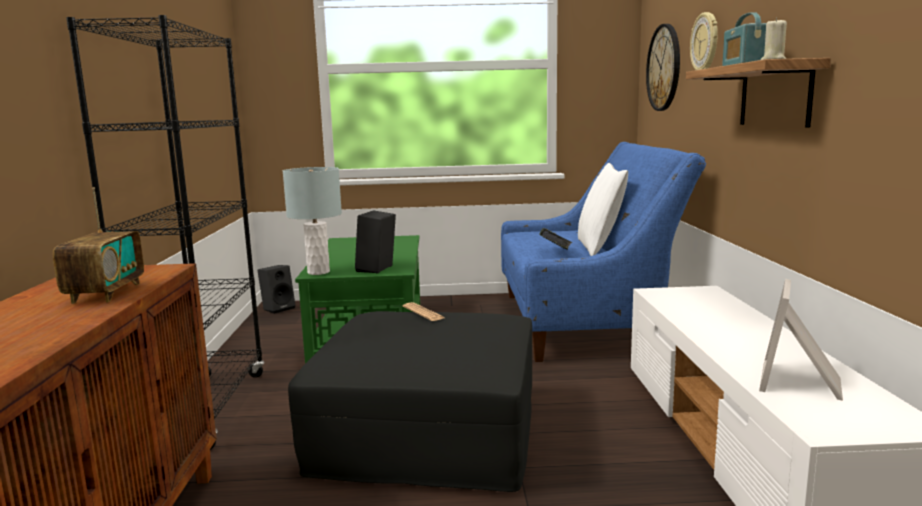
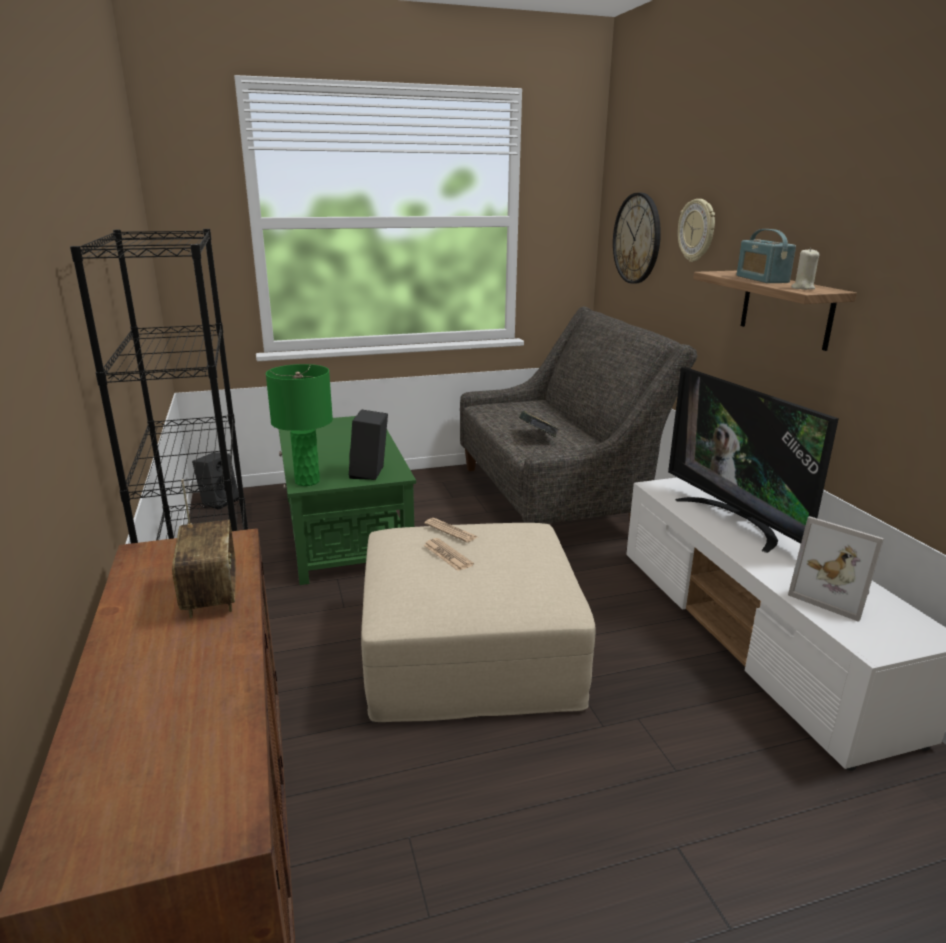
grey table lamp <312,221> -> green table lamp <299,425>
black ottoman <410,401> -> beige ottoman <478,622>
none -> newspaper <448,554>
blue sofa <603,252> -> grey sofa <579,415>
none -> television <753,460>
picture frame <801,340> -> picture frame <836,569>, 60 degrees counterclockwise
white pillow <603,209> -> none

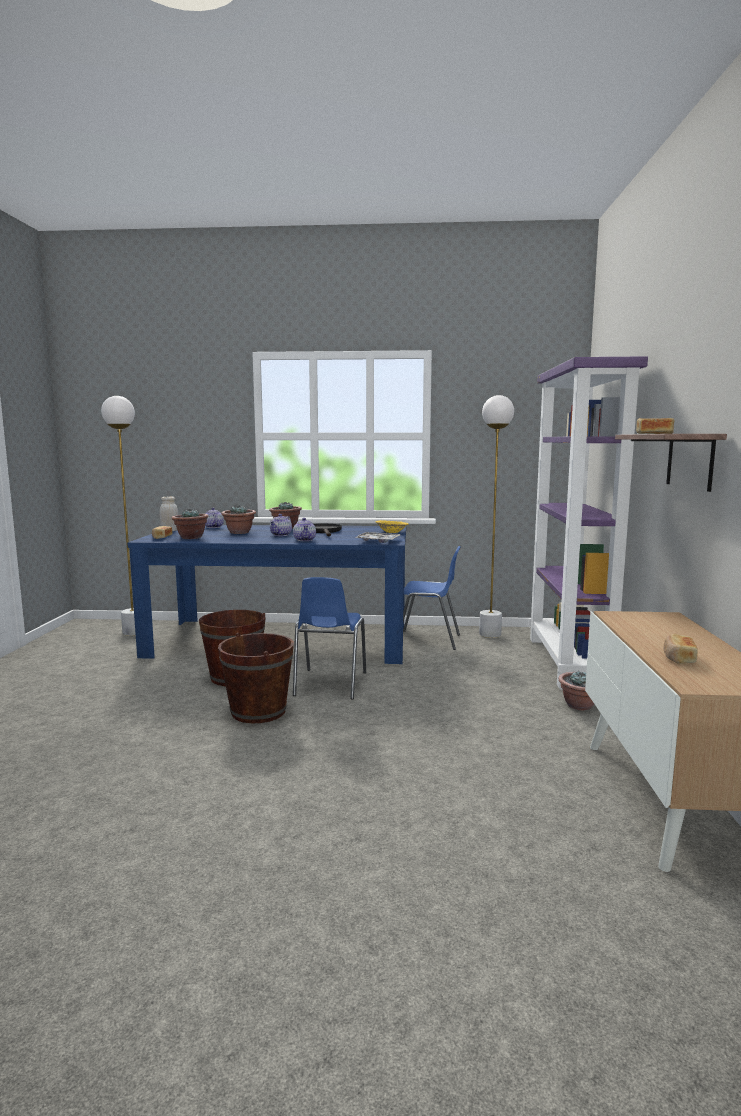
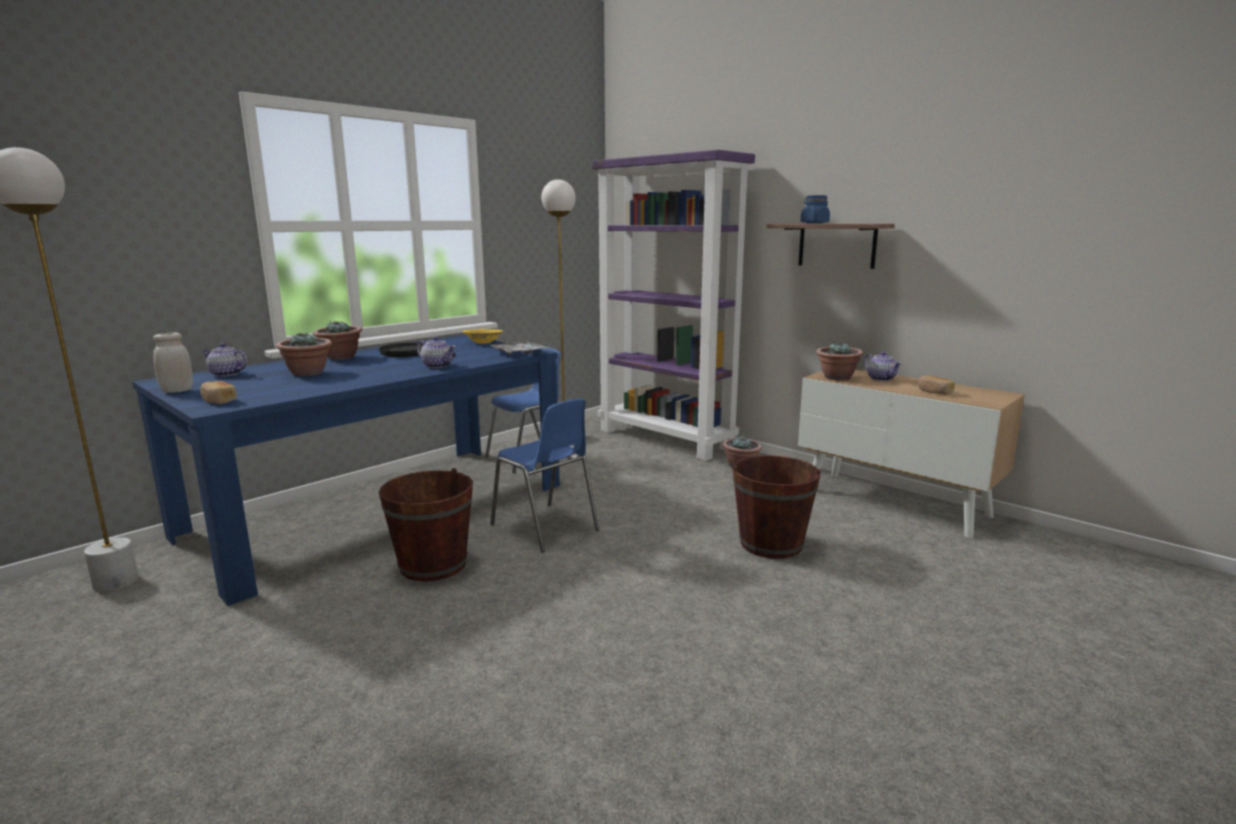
brown bucket <256,678> -> brown bucket <777,507>, shifted
bread <655,426> -> blue jar <815,209>
potted plant <190,524> -> potted plant <839,361>, shifted
teapot <281,525> -> teapot <883,366>, shifted

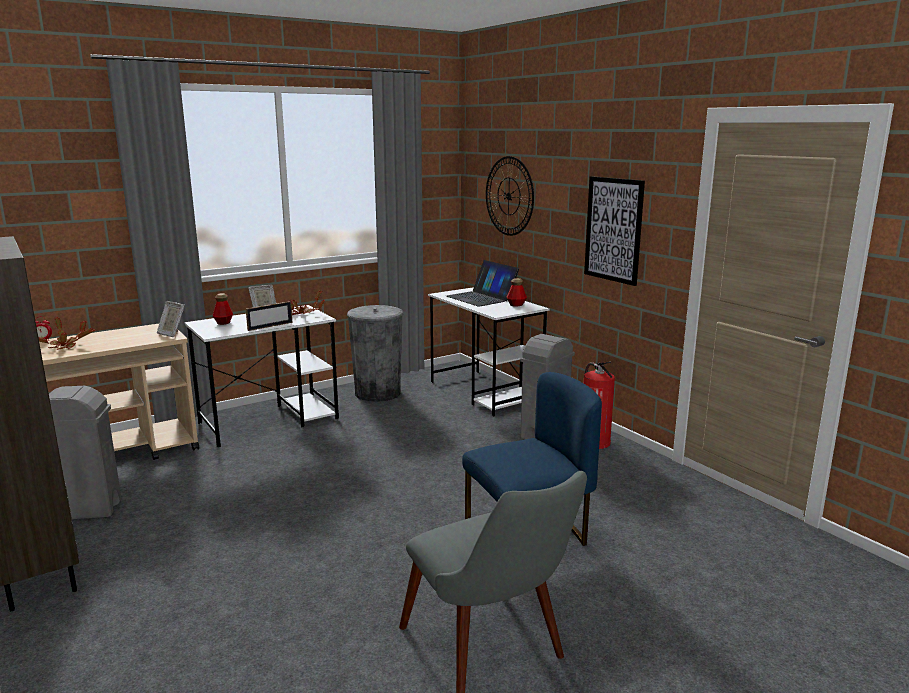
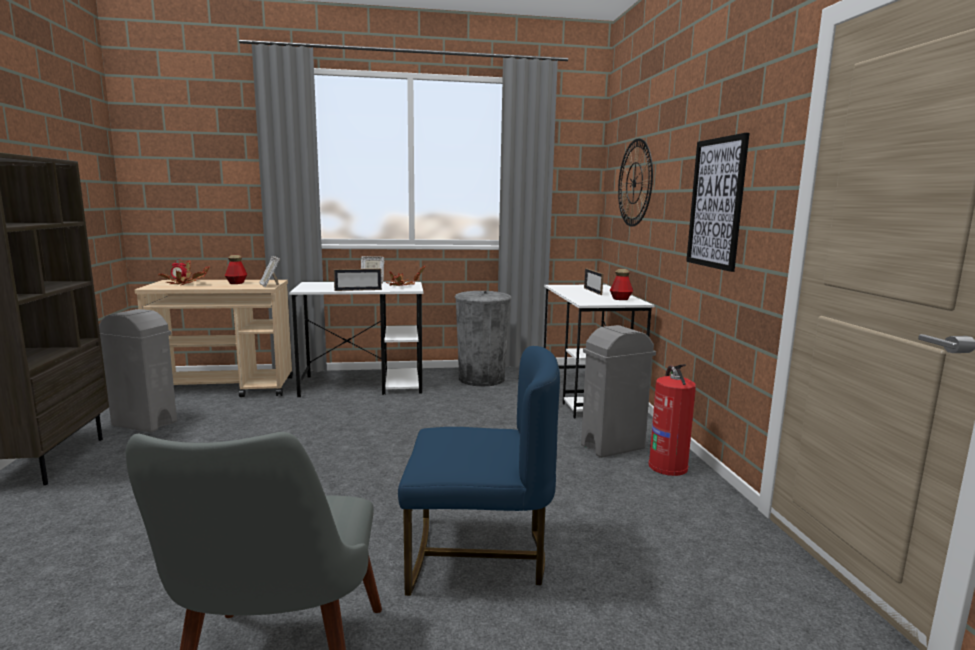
bottle <223,309> -> bottle <236,269>, shifted
laptop <482,283> -> picture frame <593,281>

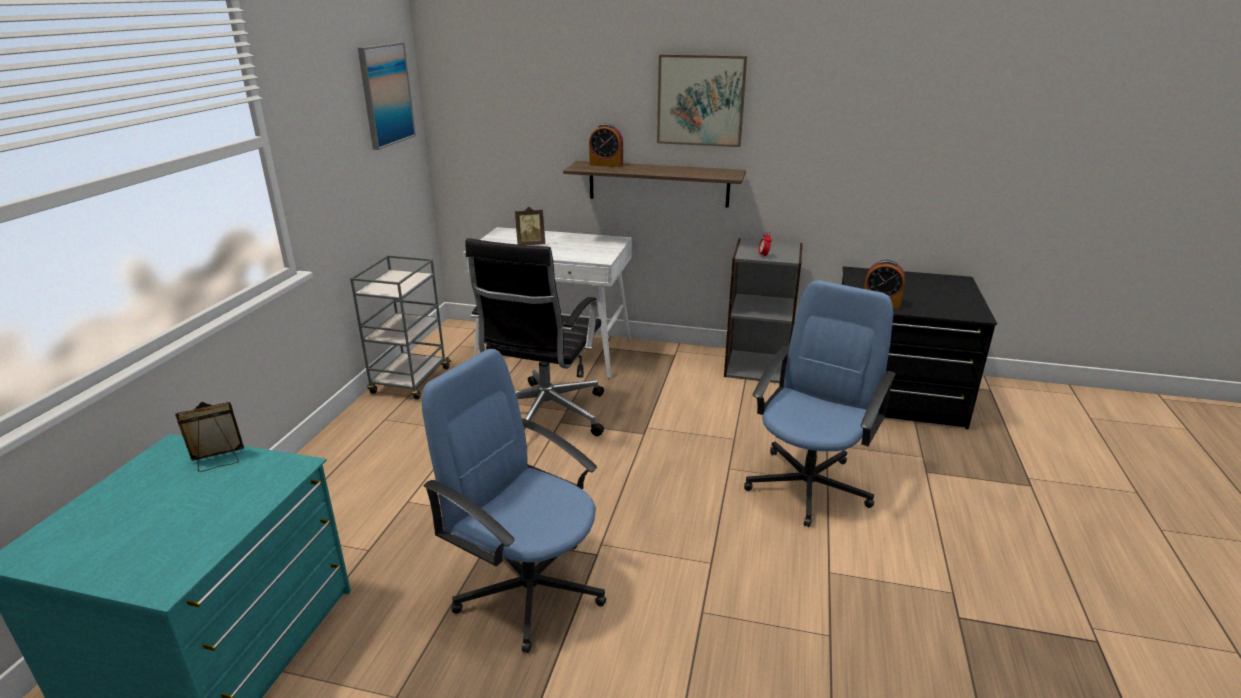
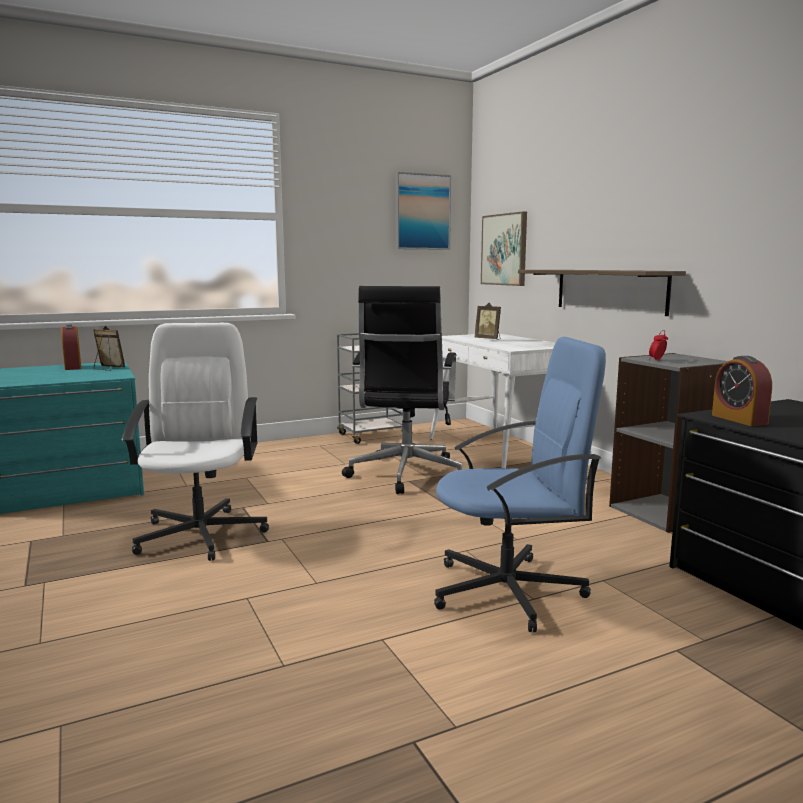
alarm clock <606,145> -> alarm clock <71,347>, shifted
blue office chair <514,501> -> white office chair <195,442>
black office chair <534,337> -> black office chair <402,390>, 60 degrees counterclockwise
picture <702,100> -> picture <504,248>, shifted

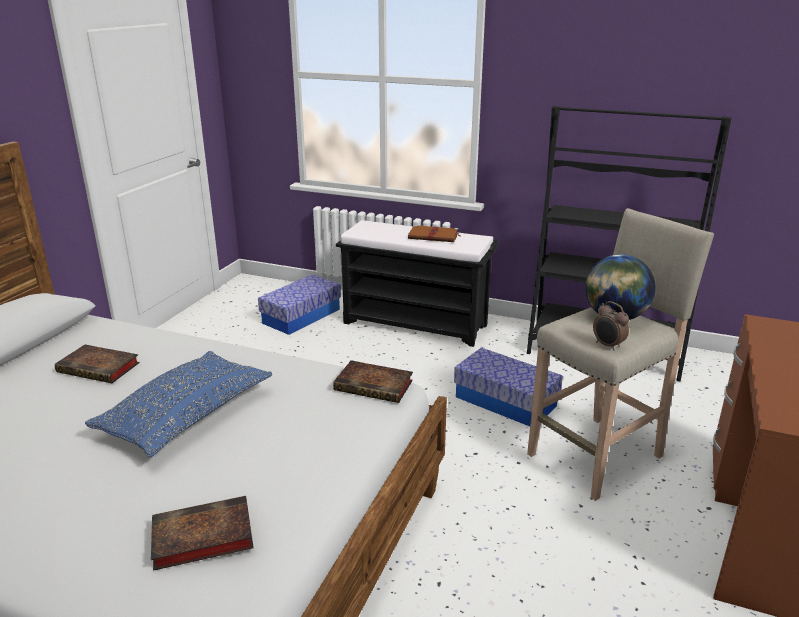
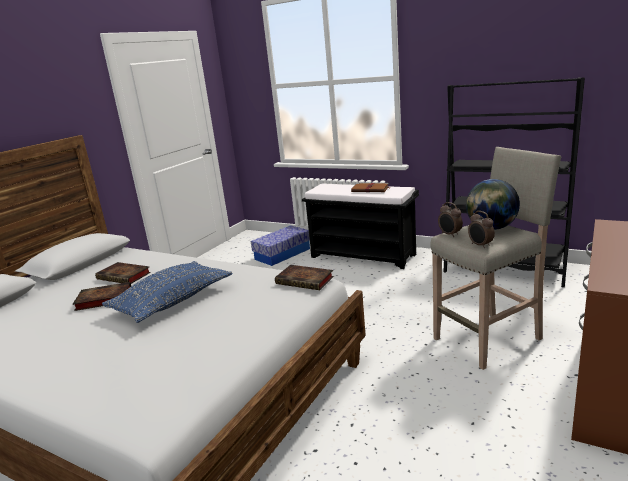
book <202,533> -> book <101,296>, shifted
none -> alarm clock <450,219>
storage box <508,387> -> none

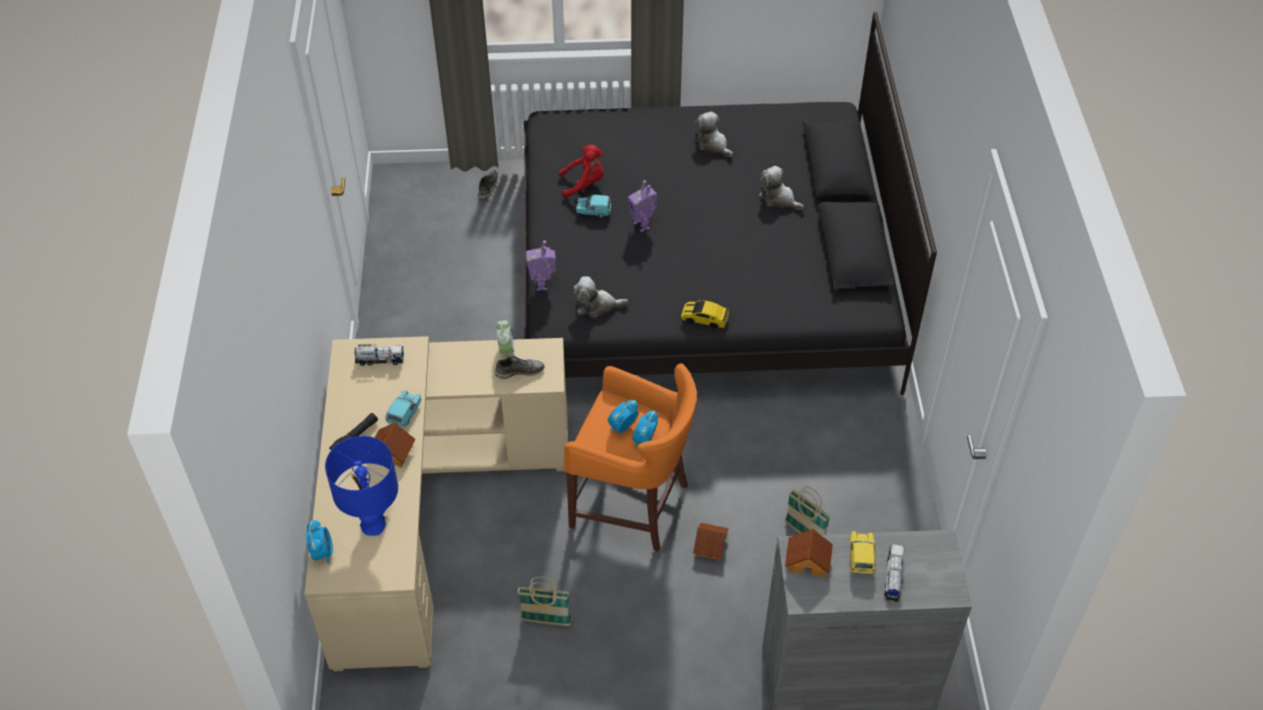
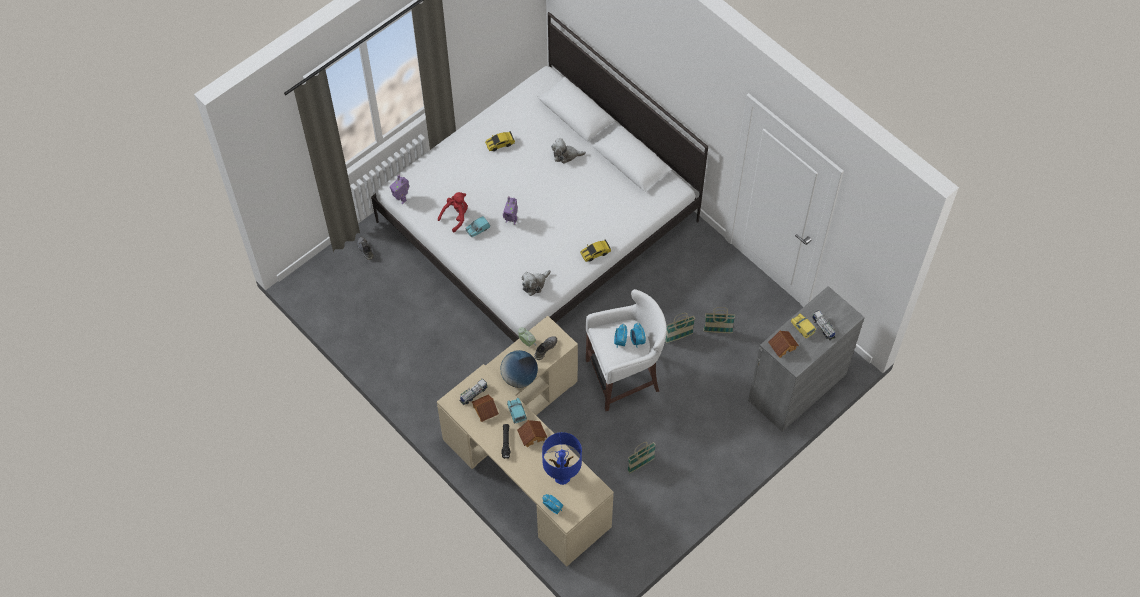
black bed <730,203> -> white bed <539,177>
toy robot <541,265> -> toy robot <399,189>, shifted
toy house <710,541> -> toy house <485,408>, shifted
plush toy <713,134> -> toy car <500,141>
none -> globe <519,369>
orange stool <630,457> -> white stool <626,350>
none -> basket <680,328>

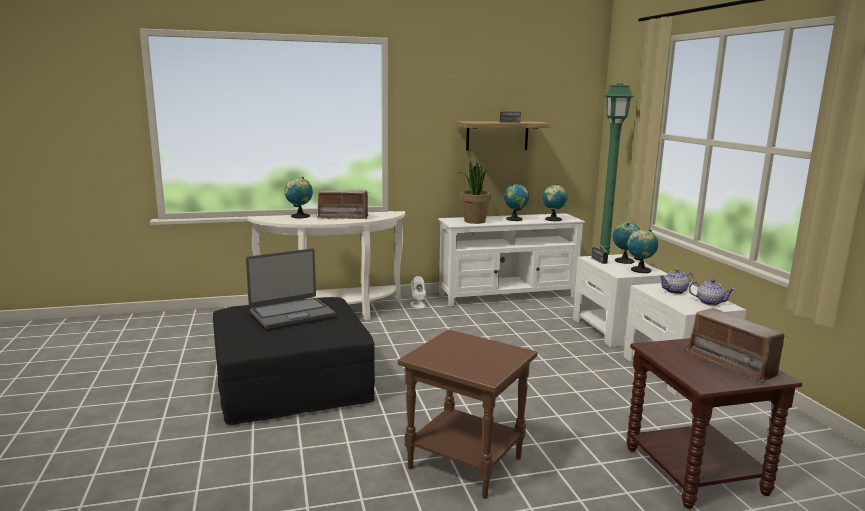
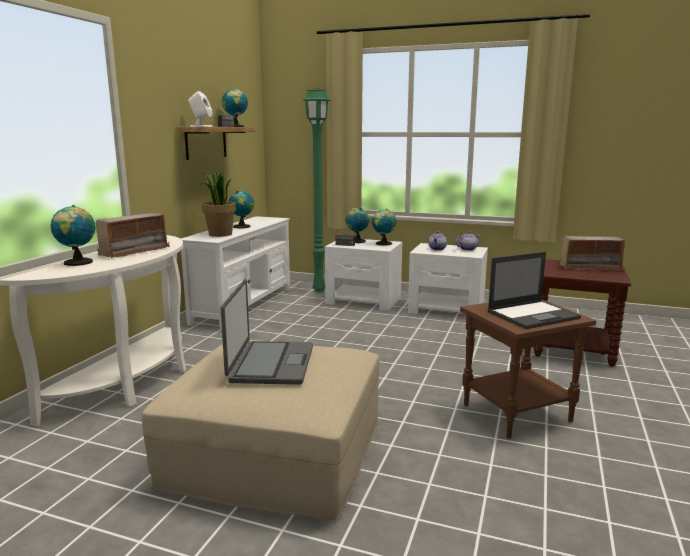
black ottoman <294,361> -> beige ottoman <260,430>
white speaker <418,292> -> white speaker <200,109>, shifted
globe <554,202> -> globe <235,108>, shifted
none -> laptop <534,290>

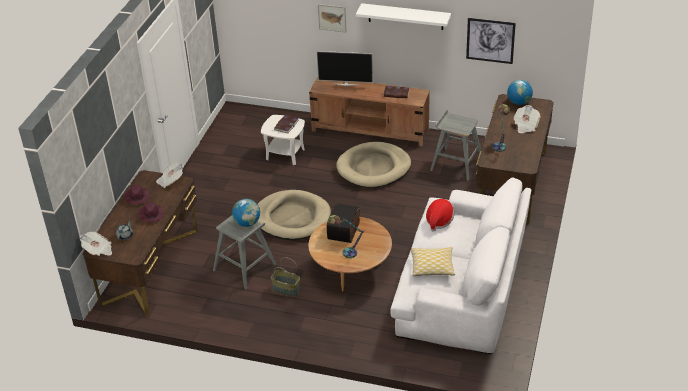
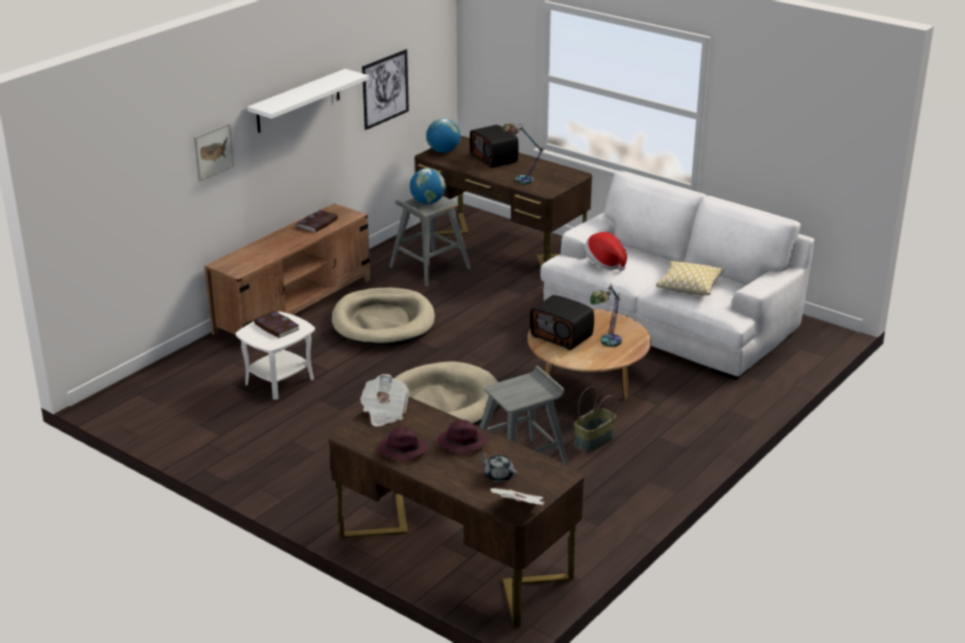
globe <246,213> -> globe <428,186>, shifted
newspaper <526,119> -> radio <494,146>
television <344,68> -> none

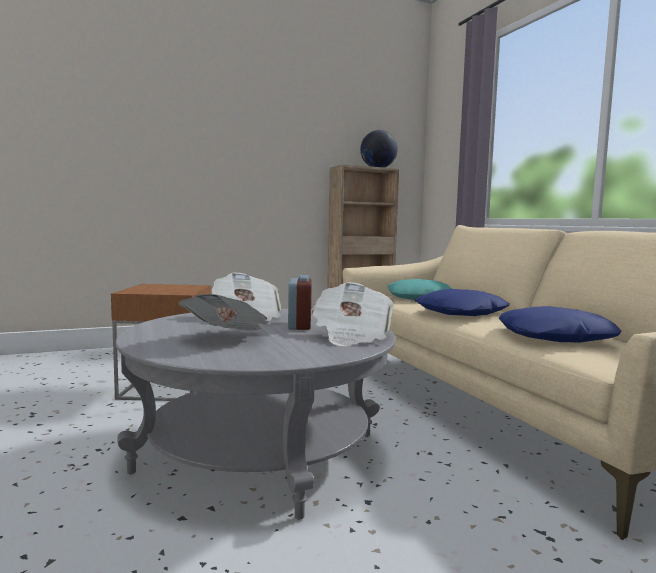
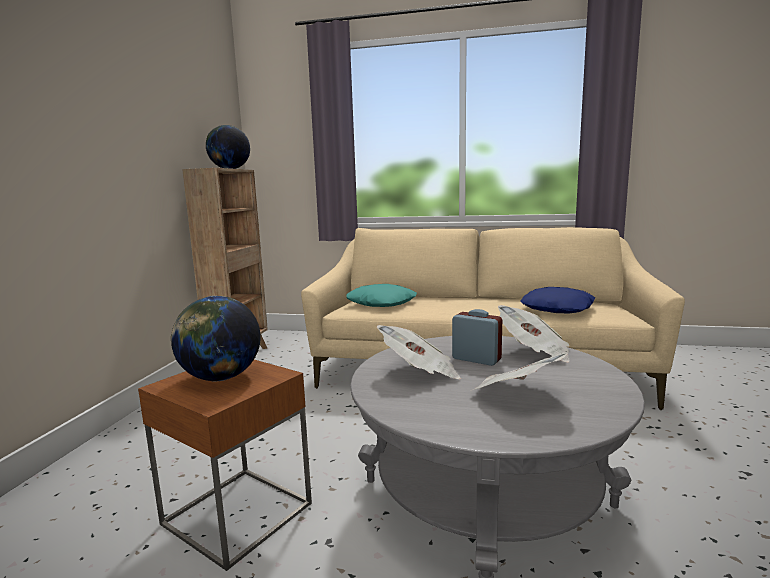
none -> globe <216,338>
blue pillow <462,302> -> none

